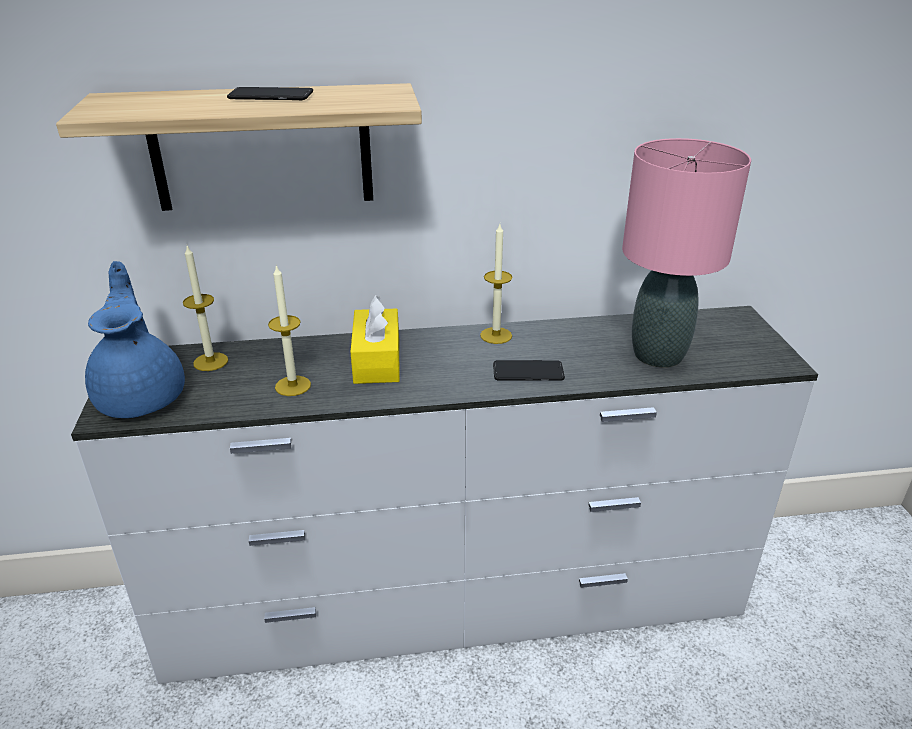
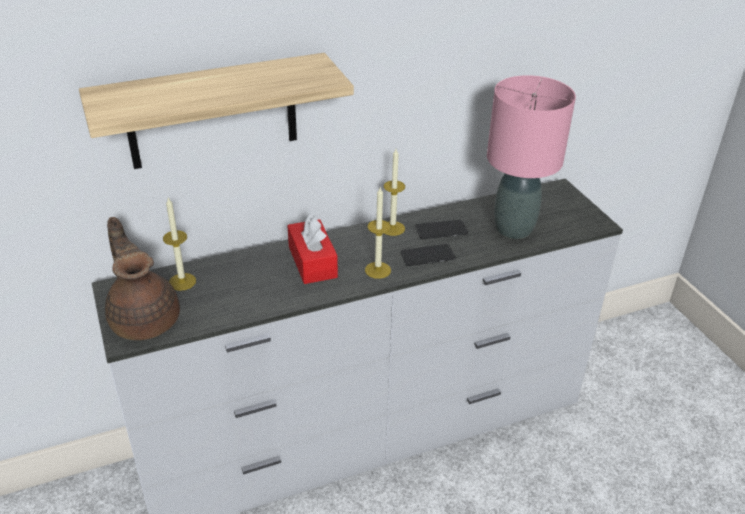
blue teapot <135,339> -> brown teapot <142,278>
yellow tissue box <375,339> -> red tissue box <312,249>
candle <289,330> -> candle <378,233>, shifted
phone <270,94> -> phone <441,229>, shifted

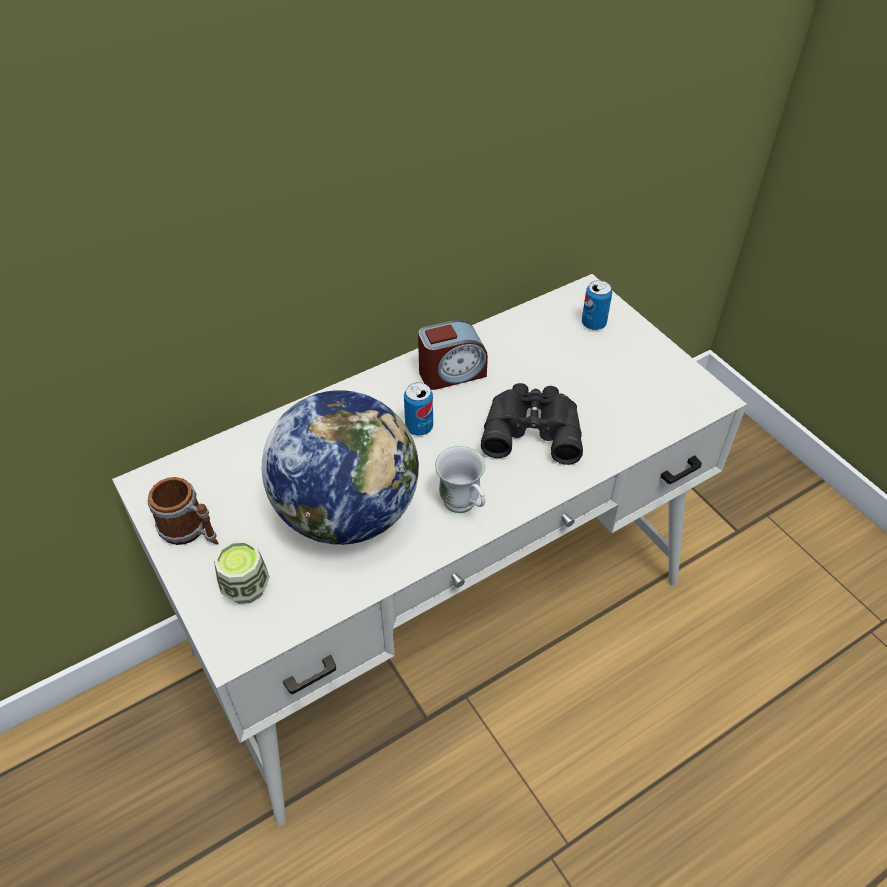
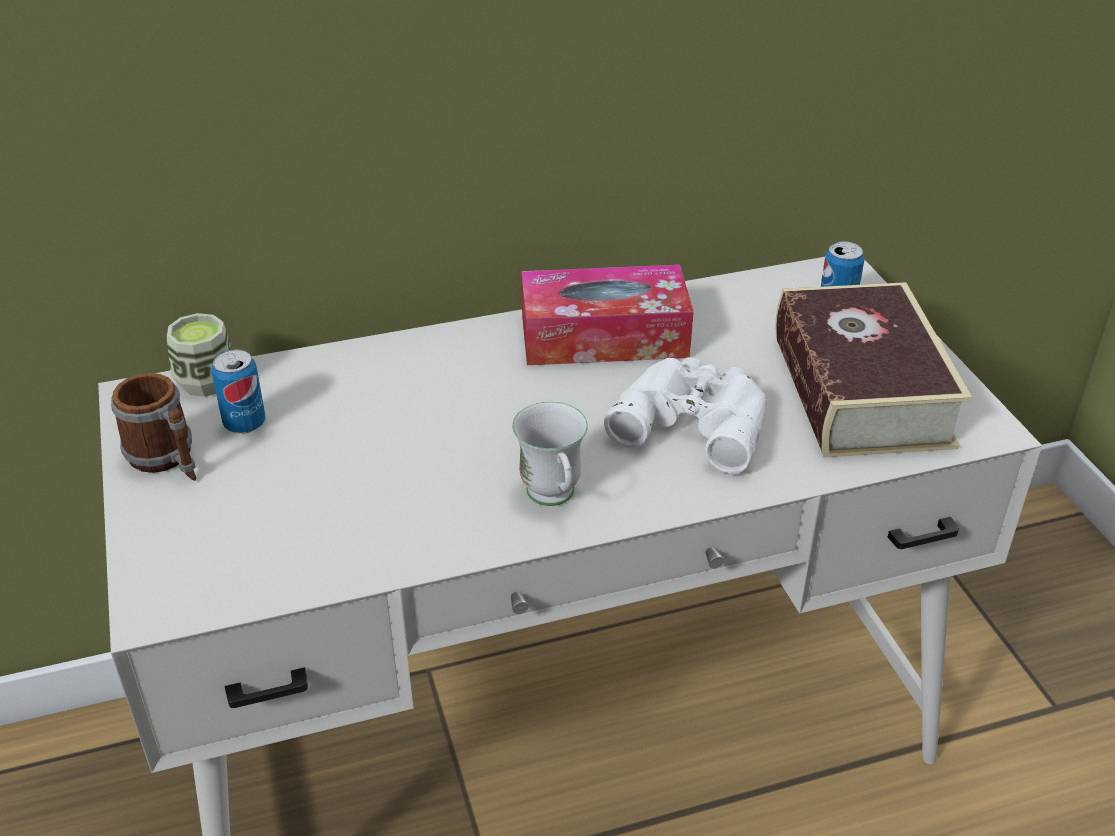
cup <242,572> -> cup <200,355>, shifted
can <418,409> -> can <238,391>, shifted
alarm clock <453,355> -> tissue box <607,315>
black binoculars <532,424> -> white binoculars <685,415>
none -> book <873,369>
globe <340,467> -> none

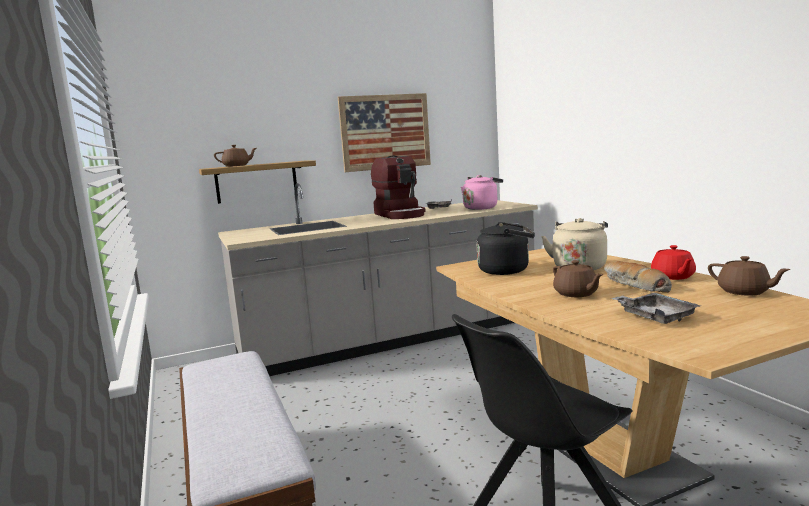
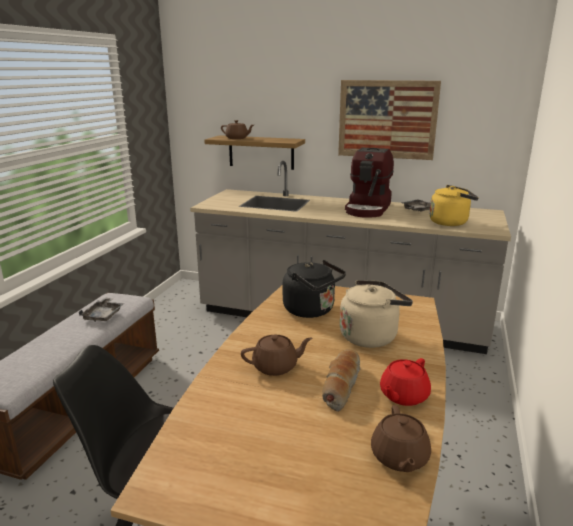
grey tray <656,308> -> grey tray <101,309>, shifted
brown teapot <578,278> -> brown teapot <276,355>, 120 degrees counterclockwise
pink kettle <482,192> -> yellow kettle <454,205>

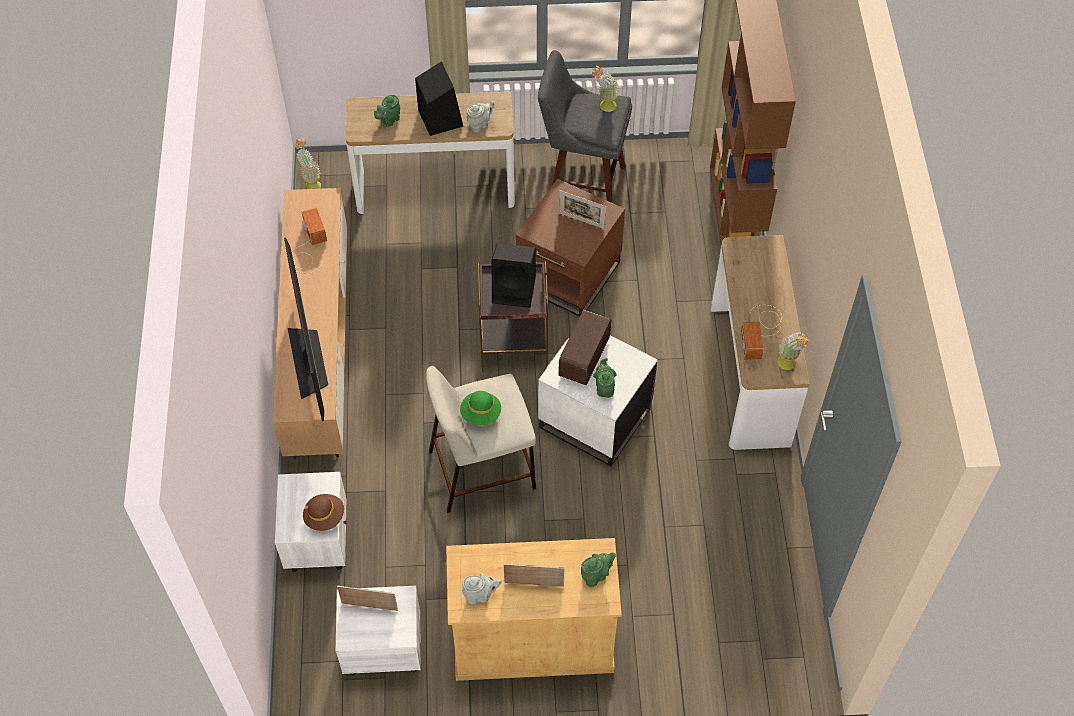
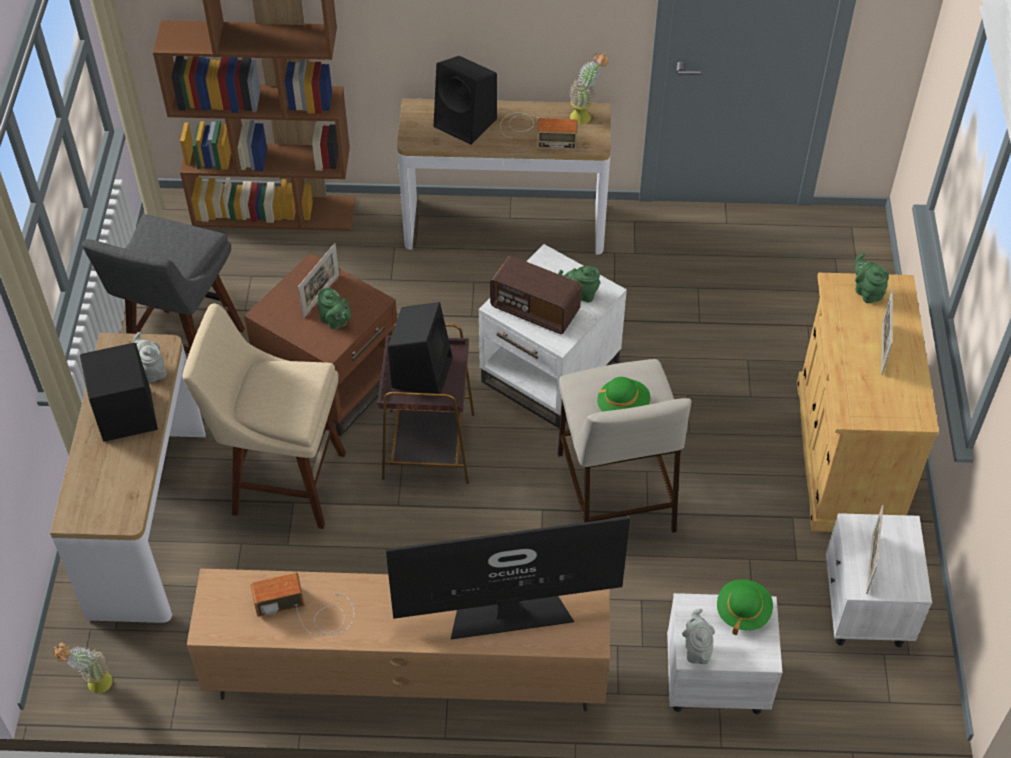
none -> beige stool <264,416>
green teapot <387,111> -> green teapot <334,309>, shifted
none -> black speaker <465,100>
grey teapot <482,589> -> grey teapot <698,636>, shifted
brown hat <323,512> -> green hat <745,607>
potted plant <605,89> -> none

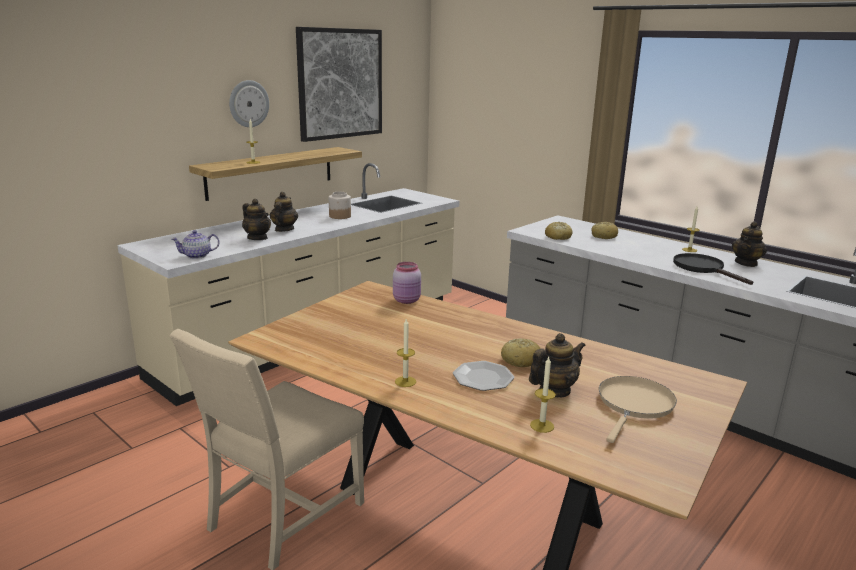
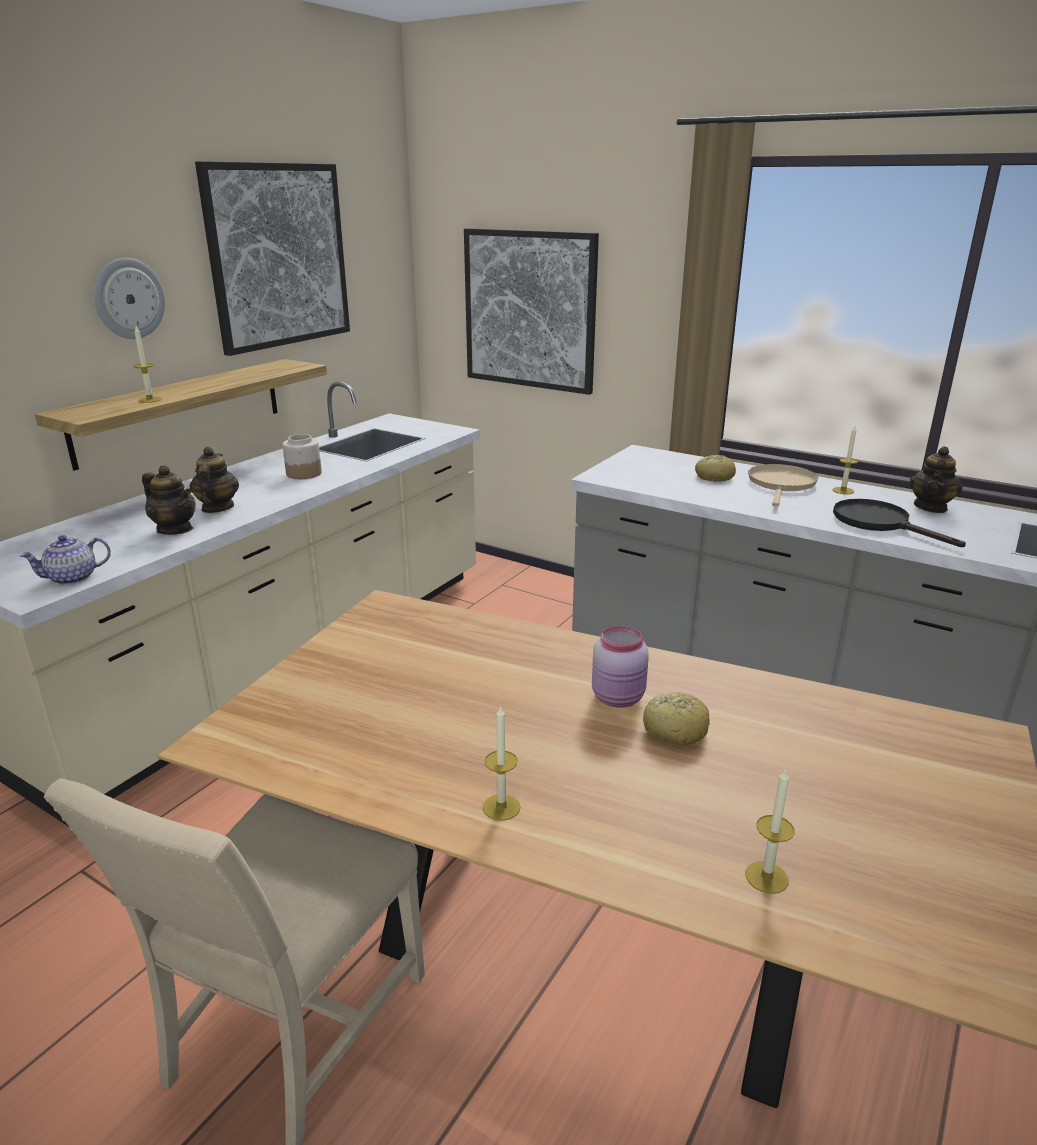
none -> picture <531,311>
pink jar <407,283> -> pink jar <620,666>, shifted
beige frying pan <638,409> -> beige frying pan <783,485>, shifted
plate <483,376> -> none
teapot <557,365> -> none
bread <559,231> -> none

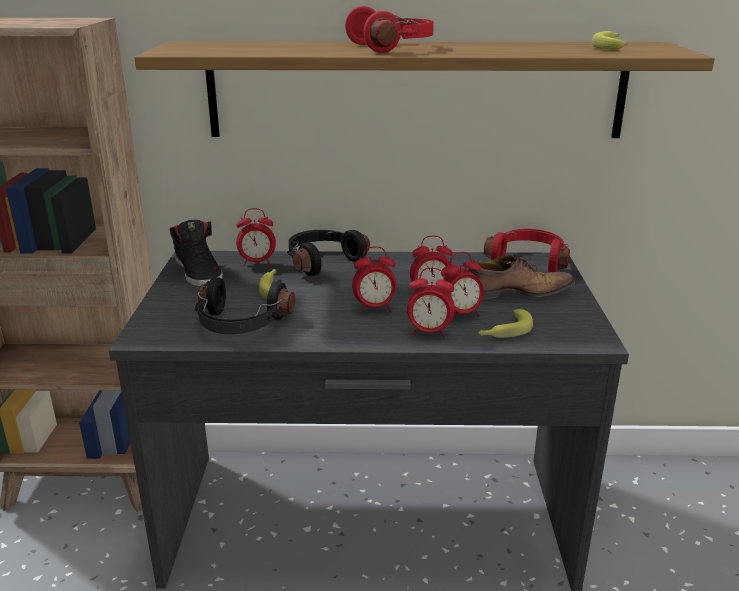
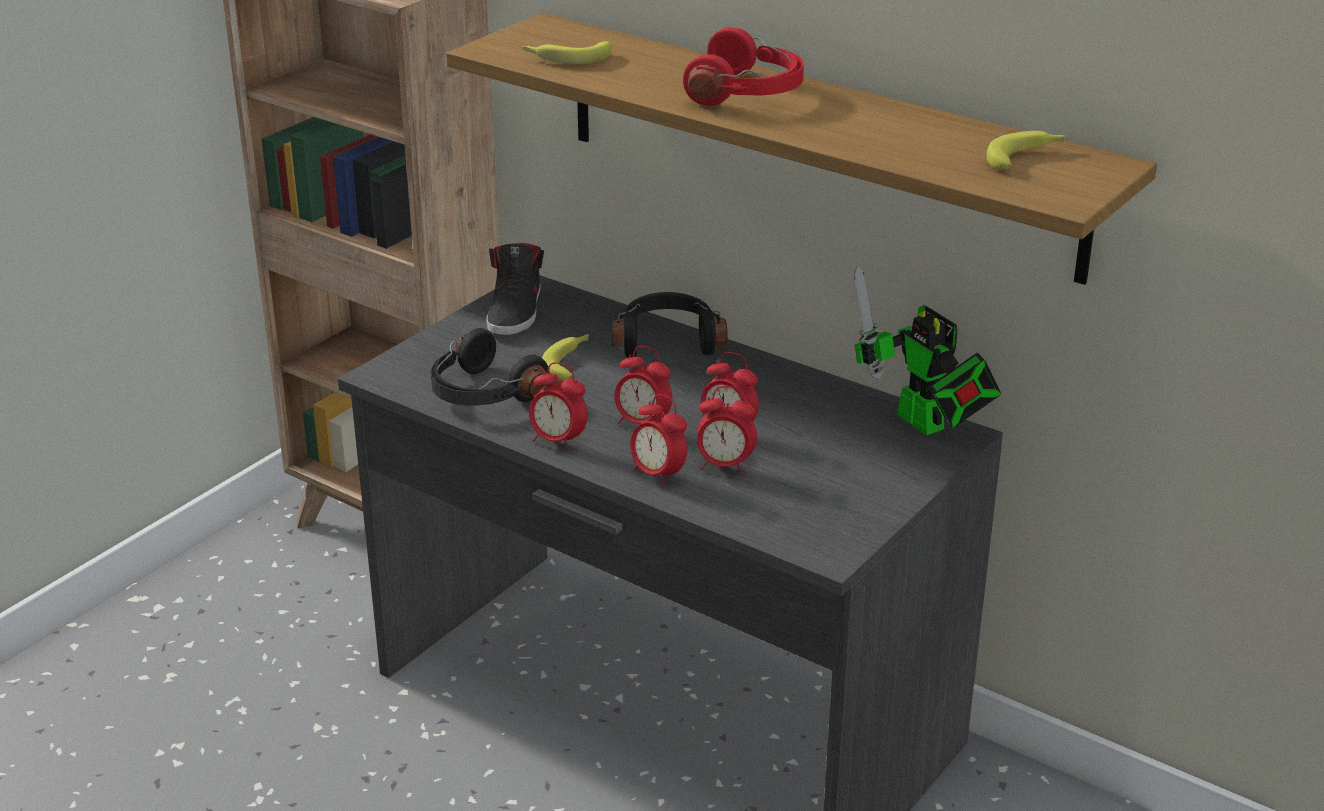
banana <506,323> -> banana <566,52>, shifted
alarm clock <256,237> -> alarm clock <558,407>, shifted
red headphones <527,250> -> toy robot <927,351>
shoe <521,277> -> none

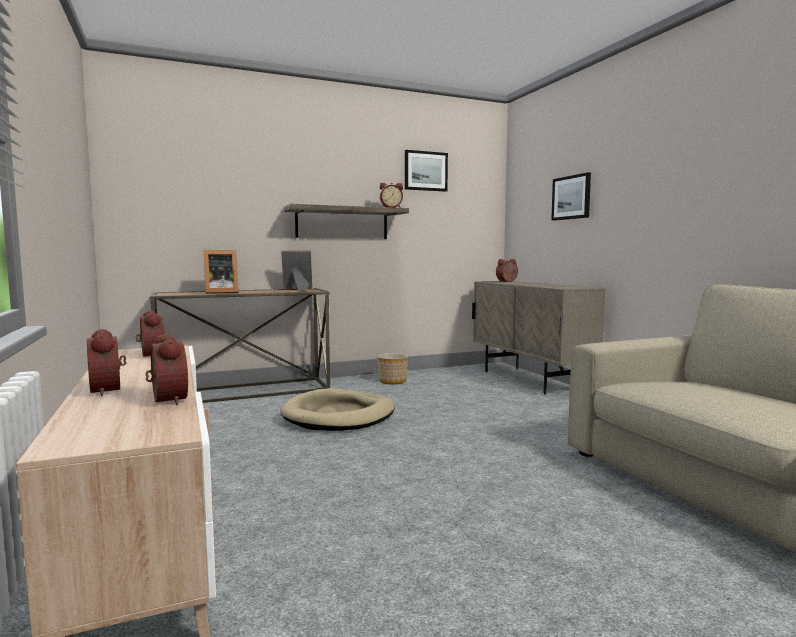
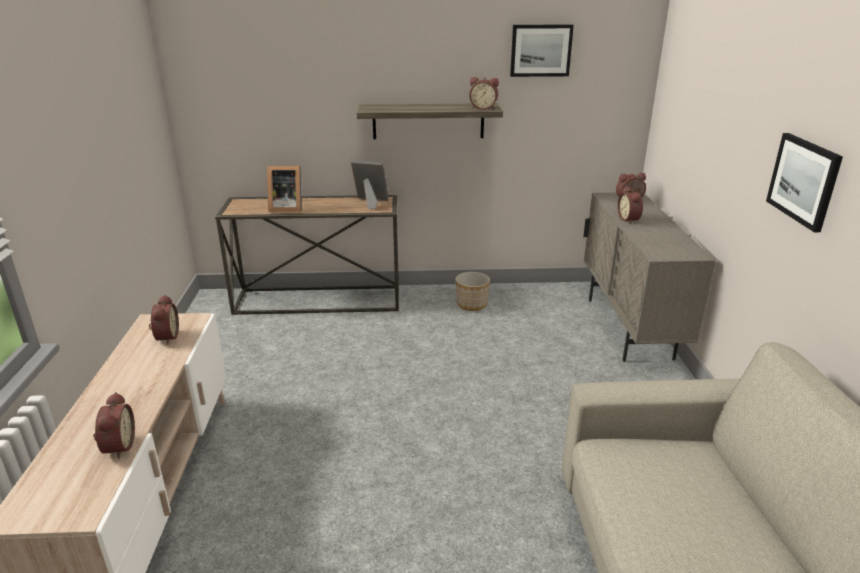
alarm clock <106,362> -> alarm clock <630,205>, shifted
picture <571,196> -> picture <804,182>, shifted
beige dog bed <337,409> -> none

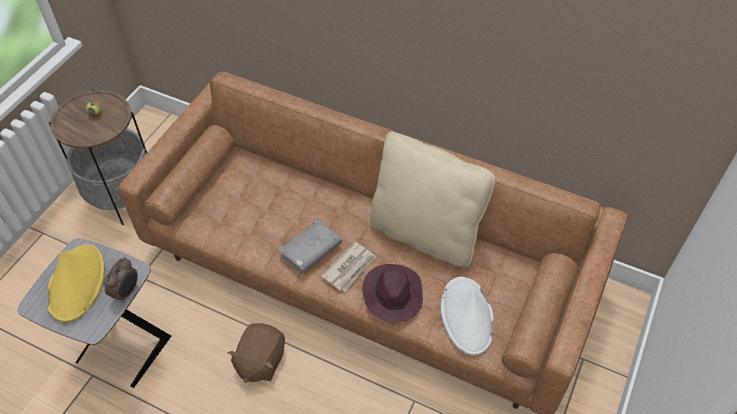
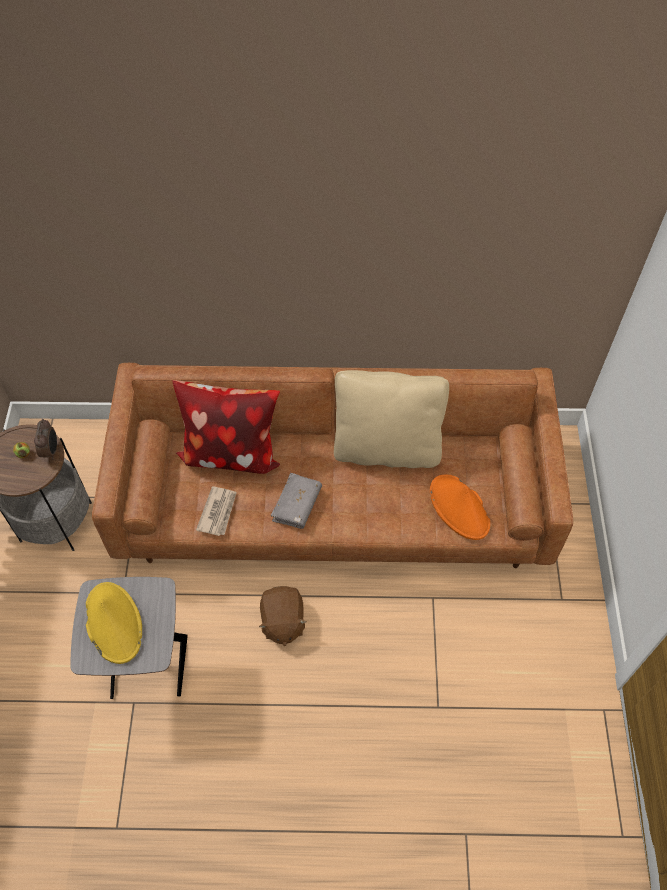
alarm clock <121,280> -> alarm clock <45,439>, shifted
none -> pillow <226,427>
newspaper <348,266> -> newspaper <216,511>, shifted
white hat <467,316> -> orange hat <460,507>
purple hat <392,293> -> none

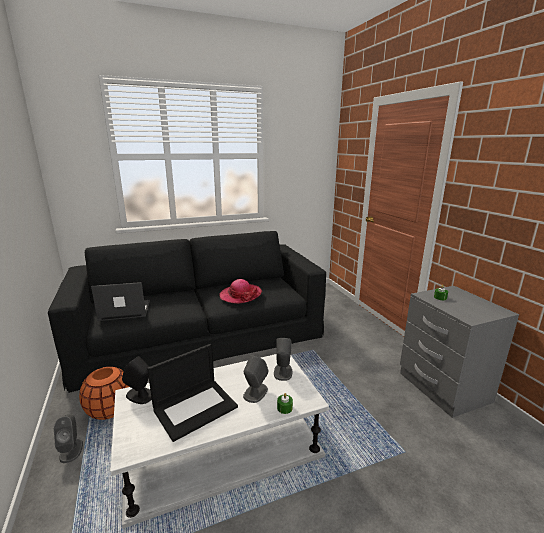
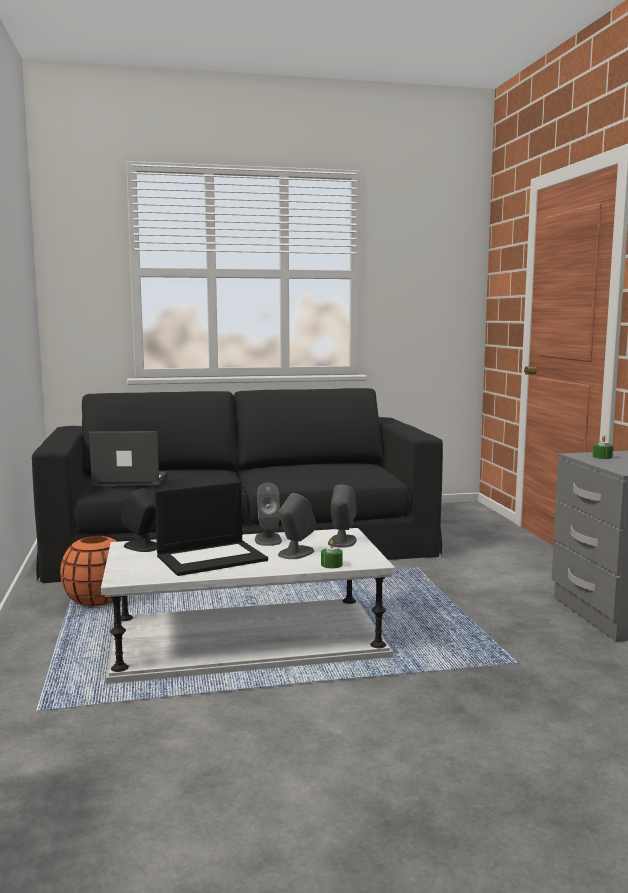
grey speaker <68,438> -> grey speaker <268,514>, shifted
hat <240,291> -> none

